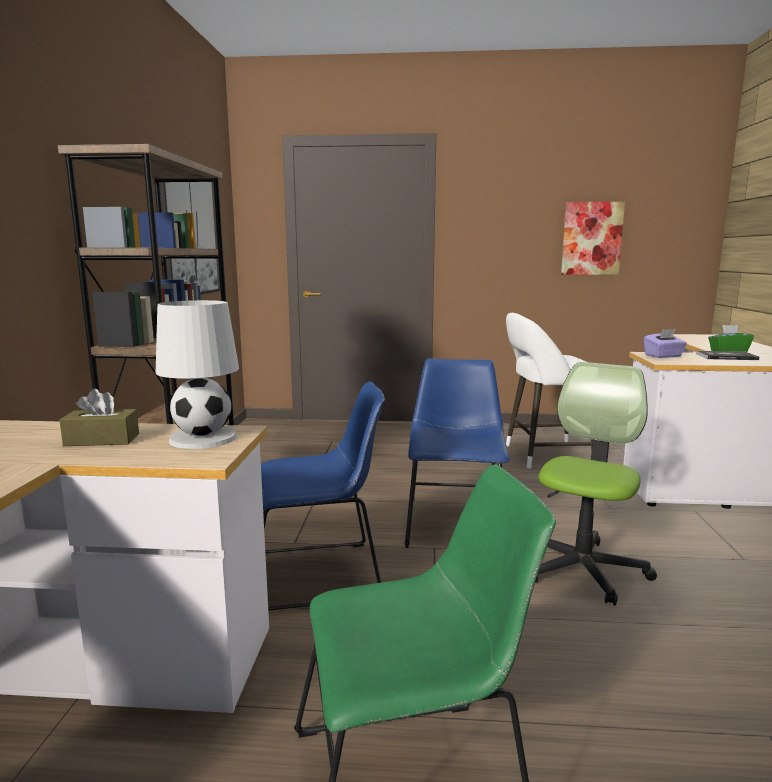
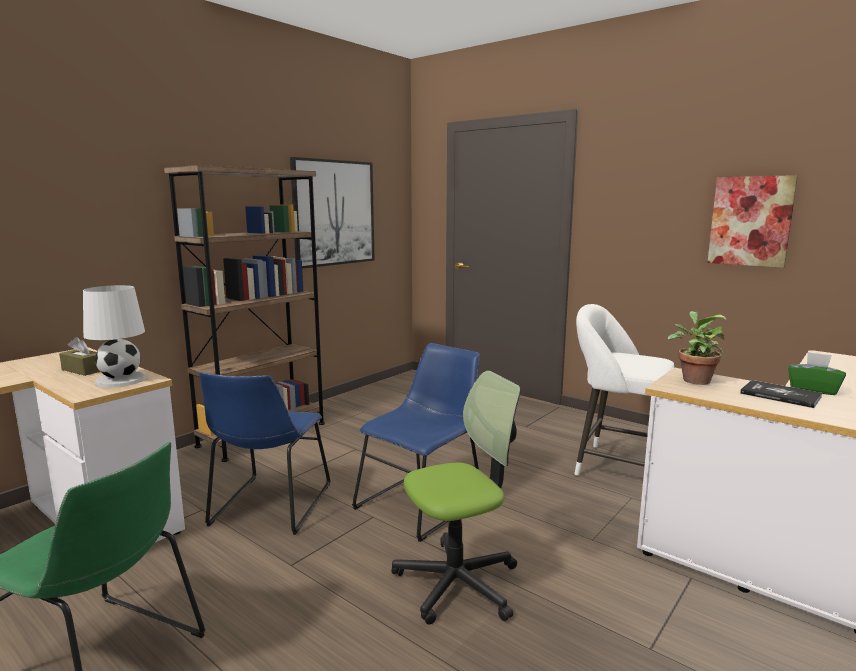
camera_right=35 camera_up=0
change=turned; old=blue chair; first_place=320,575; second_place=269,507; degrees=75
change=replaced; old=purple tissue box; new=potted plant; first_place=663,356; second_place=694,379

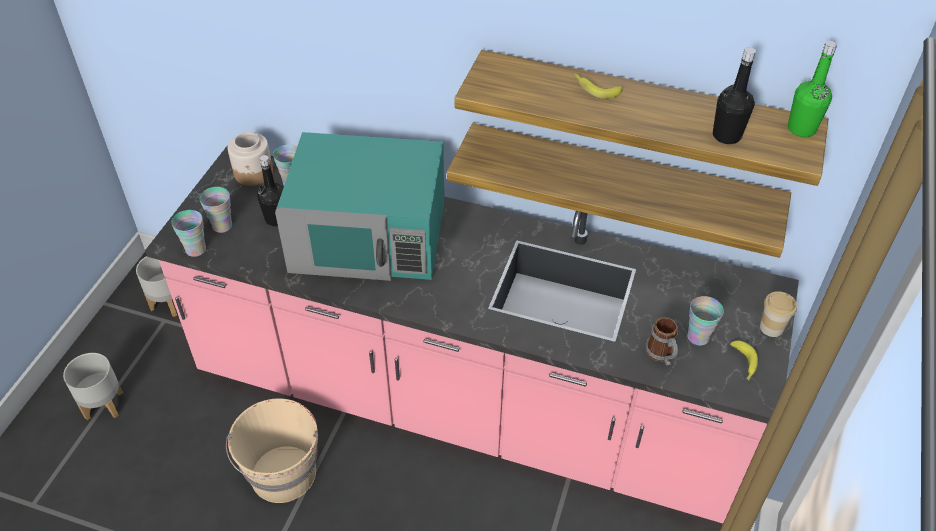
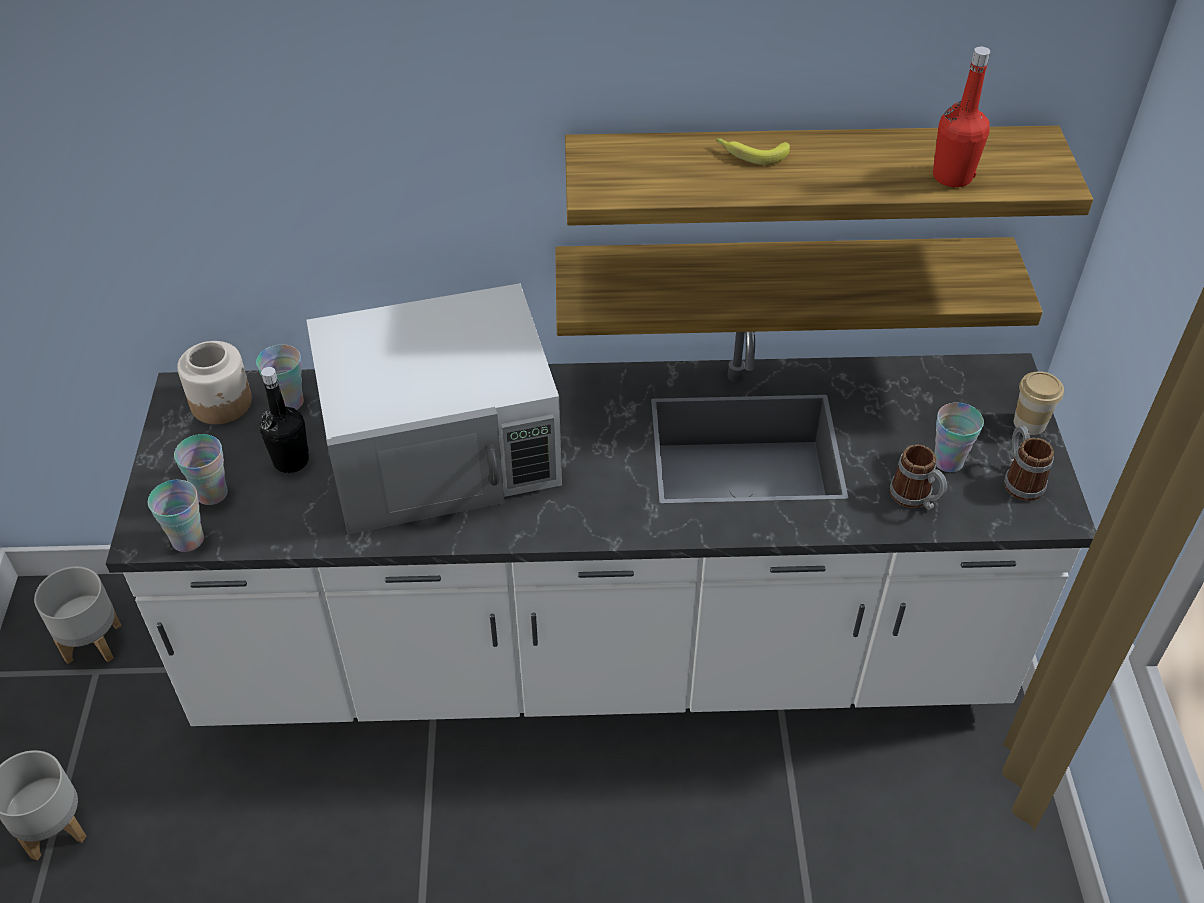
camera_right=-20 camera_up=0
change=recoloured; old=pink counter; new=white counter; first_place=466,404; second_place=602,654
change=recoloured; old=turquoise microwave; new=white microwave; first_place=370,236; second_place=443,448
change=recoloured; old=black bottle; new=red bottle; first_place=726,136; second_place=952,176
change=replaced; old=banana; new=mug; first_place=743,364; second_place=1020,479
change=removed; old=beige bucket; first_place=283,475
change=removed; old=green bottle; first_place=801,129

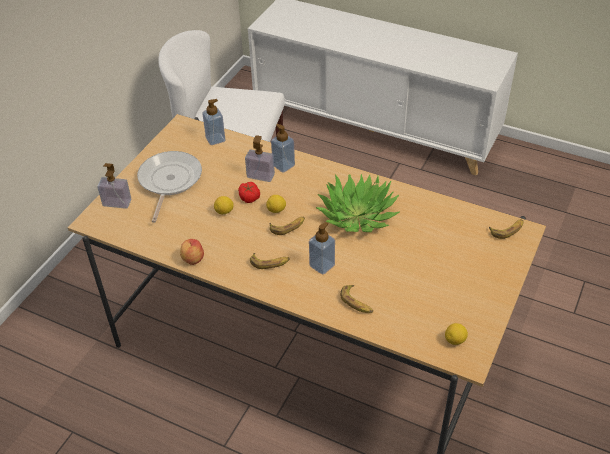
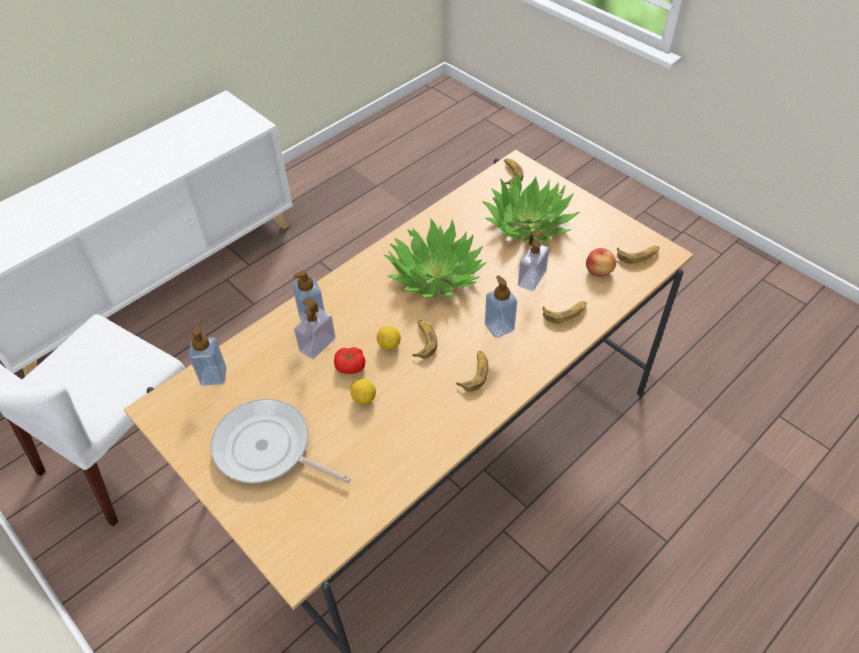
camera_right=-70 camera_up=5
change=added; new=potted plant; second_place=529,223
change=moved; old=soap dispenser; first_place=117,203; second_place=531,278
change=moved; old=apple; first_place=192,259; second_place=599,272
change=replaced; old=lemon; new=banana; first_place=455,340; second_place=638,255

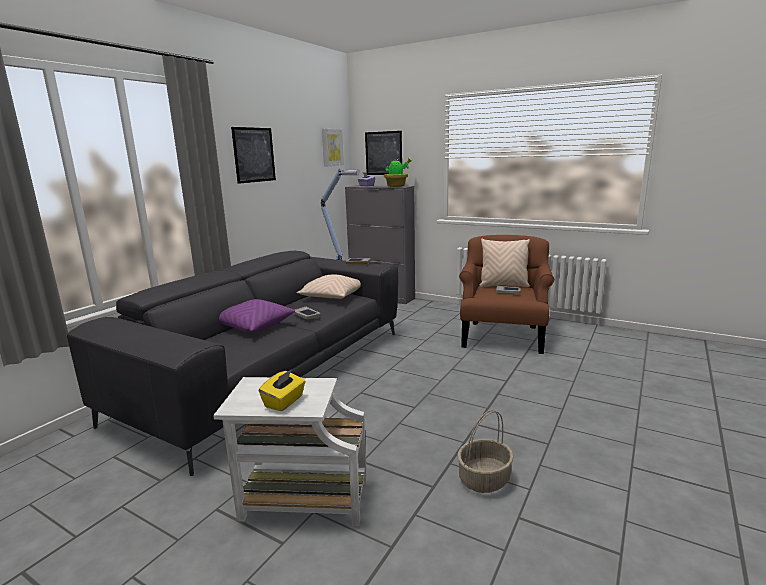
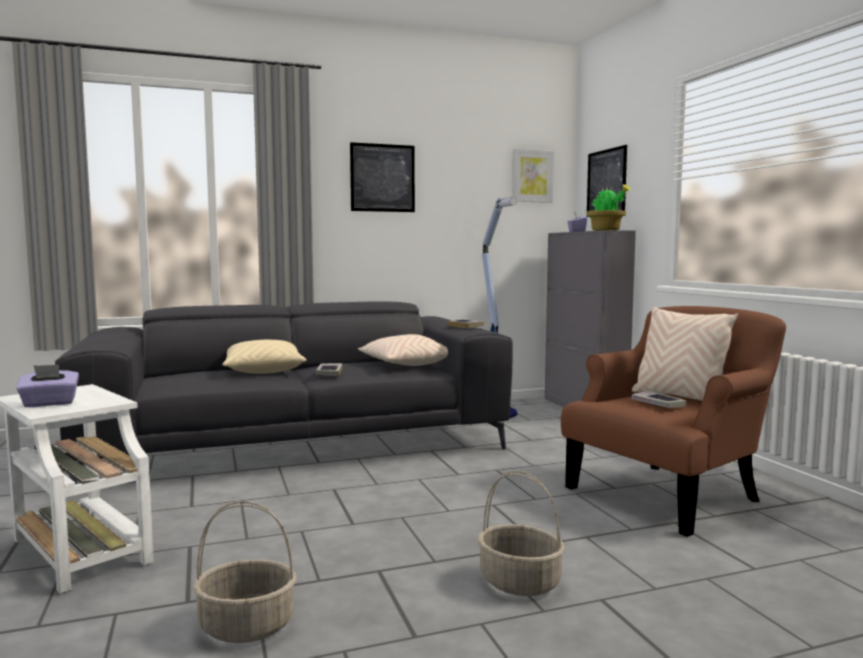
camera_right=40 camera_up=-10
change=recoloured; old=yellow tissue box; new=purple tissue box; first_place=284,402; second_place=50,403
change=recoloured; old=purple pillow; new=beige pillow; first_place=253,326; second_place=263,370
change=added; new=basket; second_place=520,582

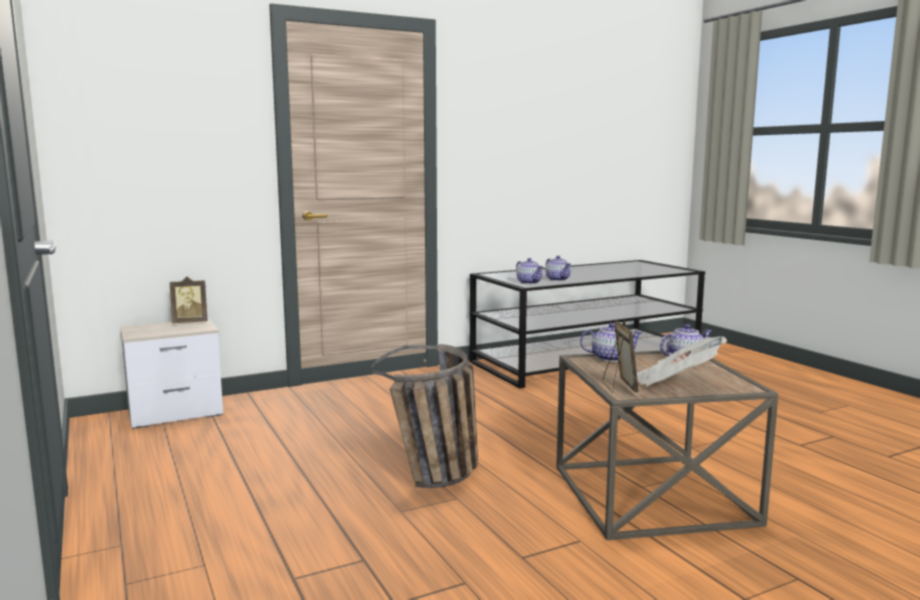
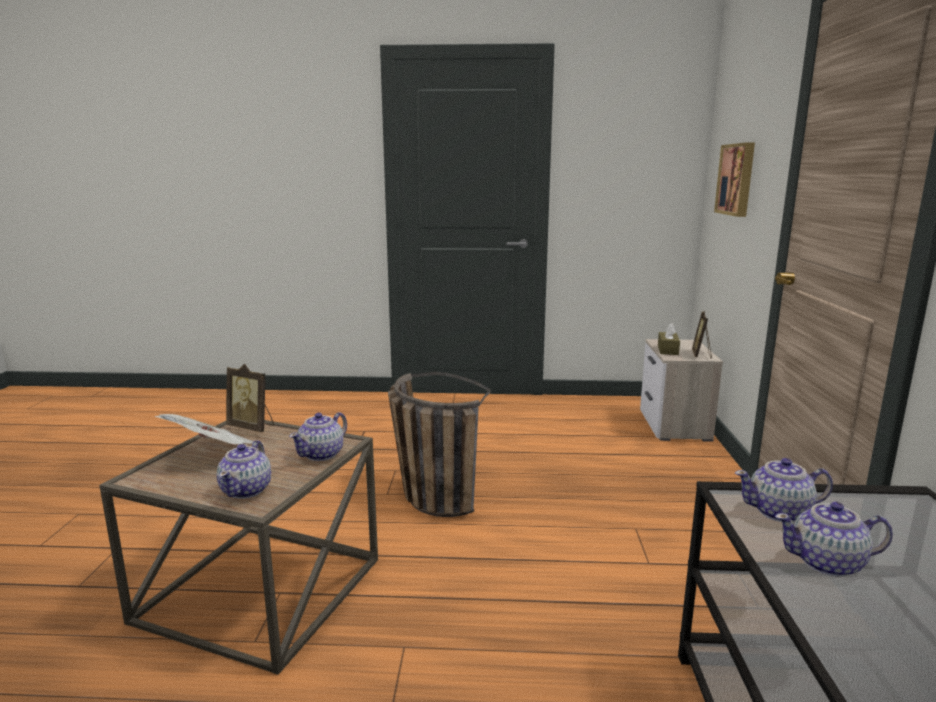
camera_right=120 camera_up=5
change=added; new=brown tissue box; second_place=667,350
change=added; new=picture; second_place=737,179

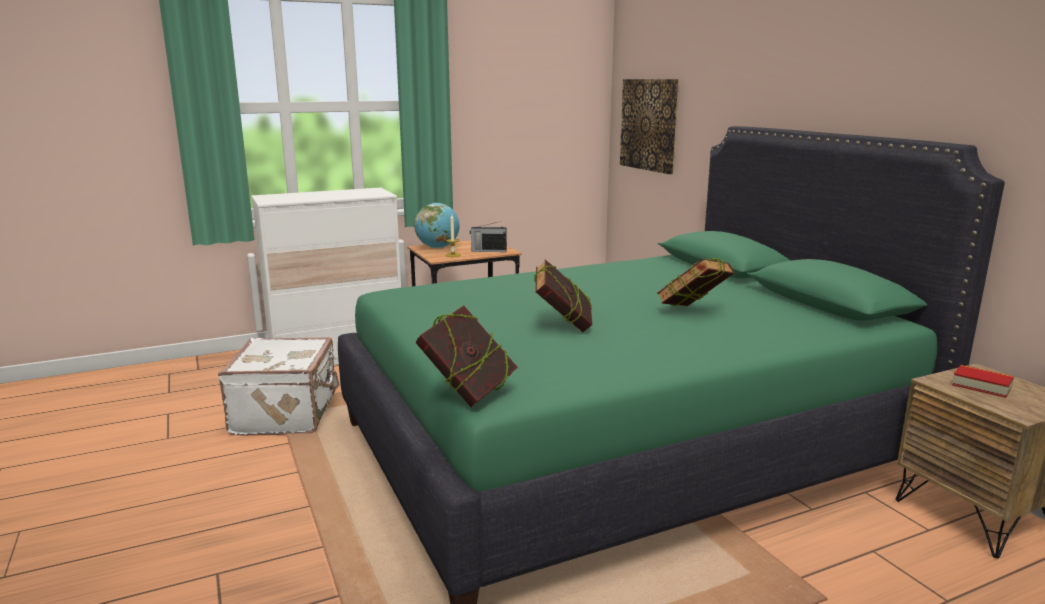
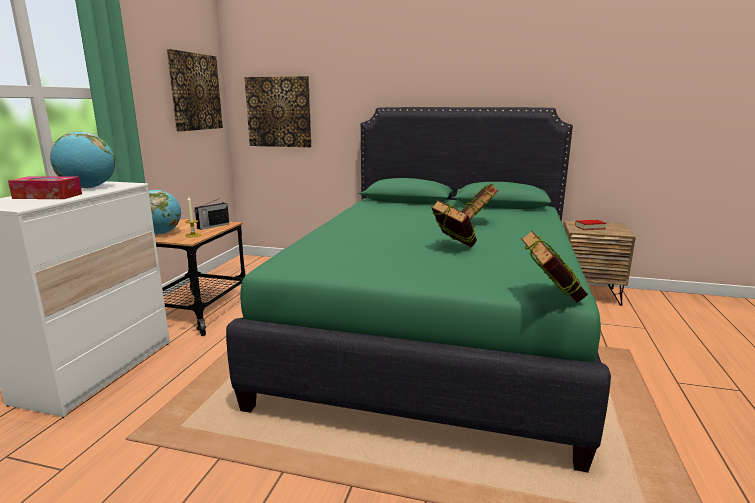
camera_right=-50 camera_up=0
change=added; new=tissue box; second_place=48,196
change=added; new=globe; second_place=88,188
change=added; new=picture; second_place=195,92
change=removed; old=white suitcase; first_place=287,414

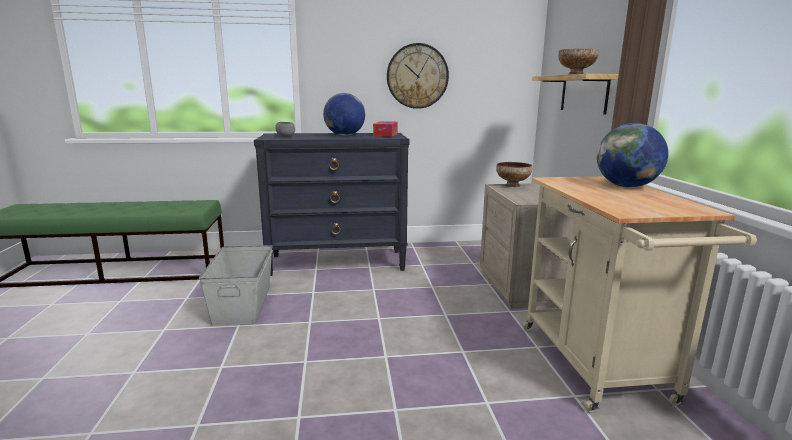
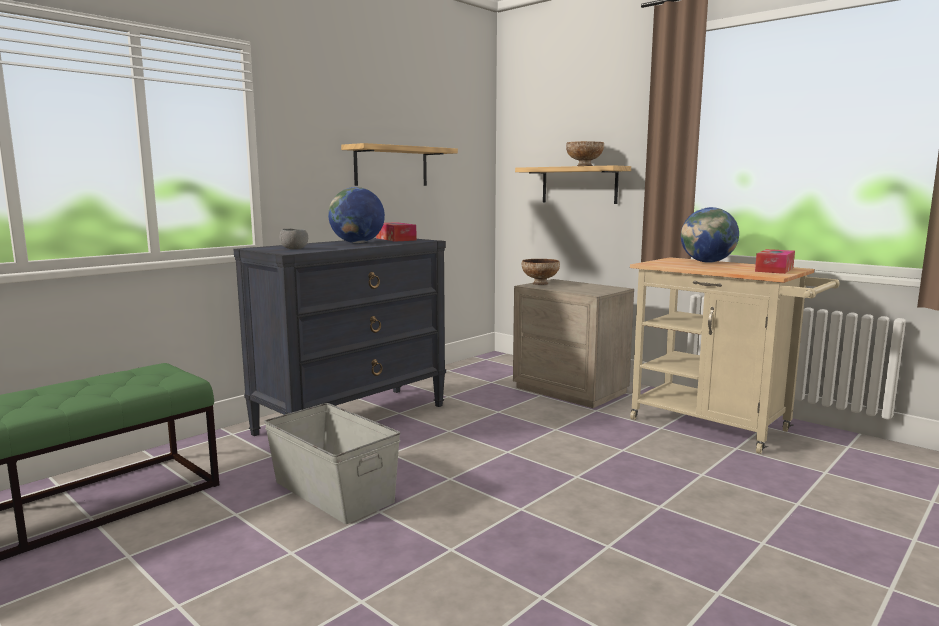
camera_right=-40 camera_up=-5
change=replaced; old=wall clock; new=shelf; first_place=417,76; second_place=391,166
change=added; new=tissue box; second_place=774,269

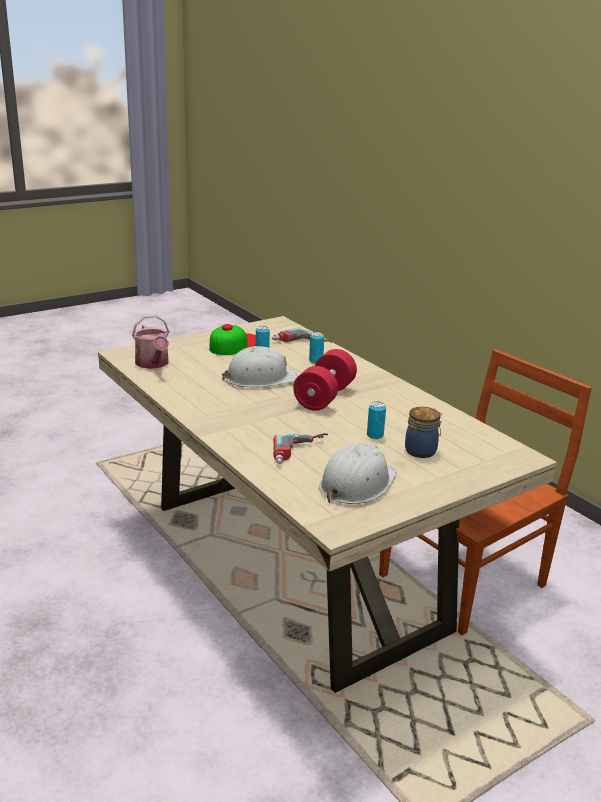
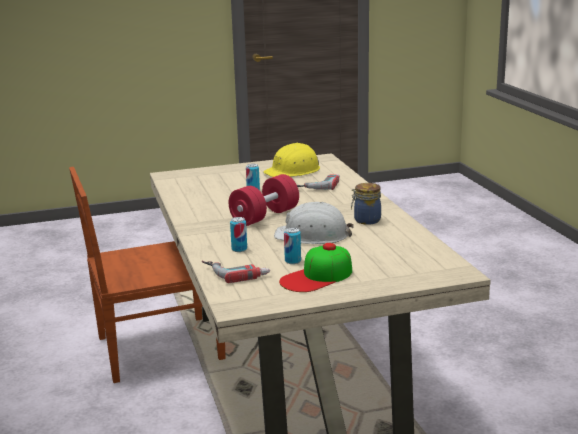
camera_right=-160 camera_up=-5
change=recoloured; old=white hard hat; new=yellow hard hat; first_place=356,483; second_place=293,171
change=moved; old=jar; first_place=422,451; second_place=366,220
change=removed; old=watering can; first_place=153,364

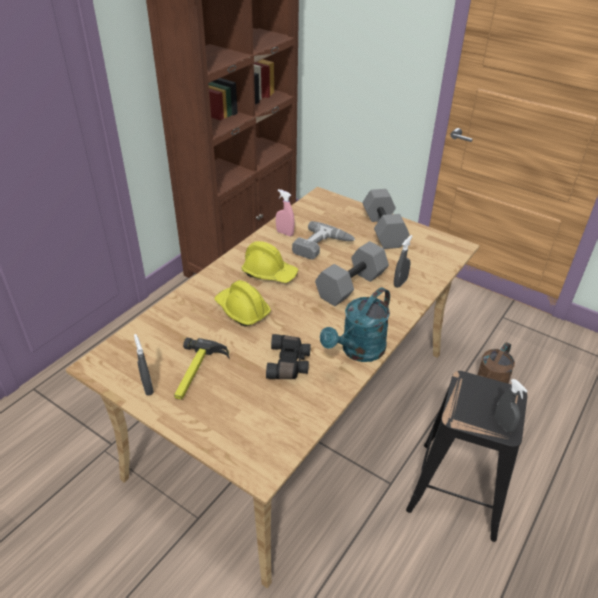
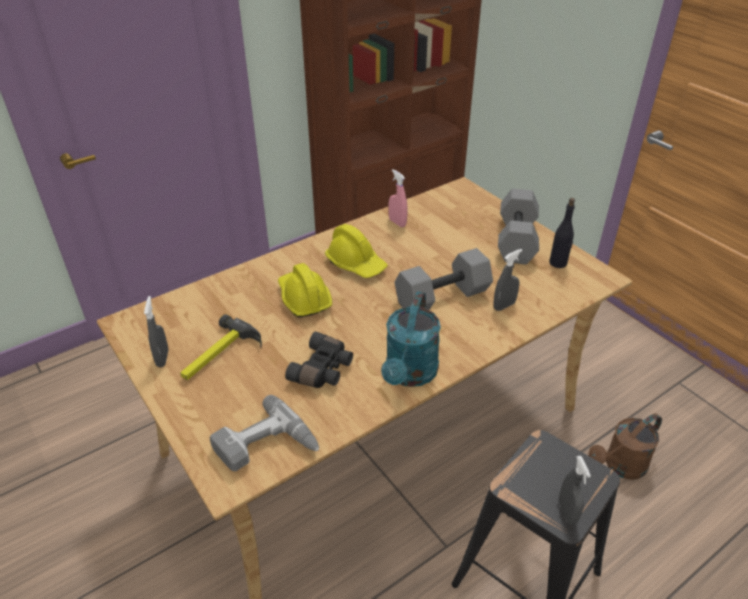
camera_right=20 camera_up=0
change=moved; old=power drill; first_place=322,247; second_place=267,448
change=turned; old=turquoise watering can; first_place=358,351; second_place=409,375; degrees=-45
change=added; new=black bottle; second_place=558,263

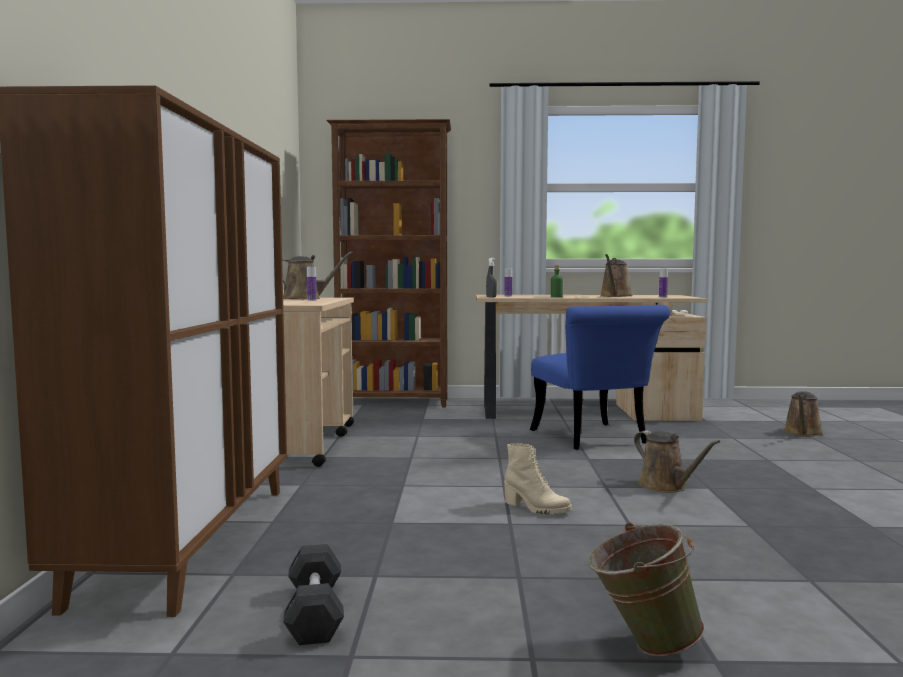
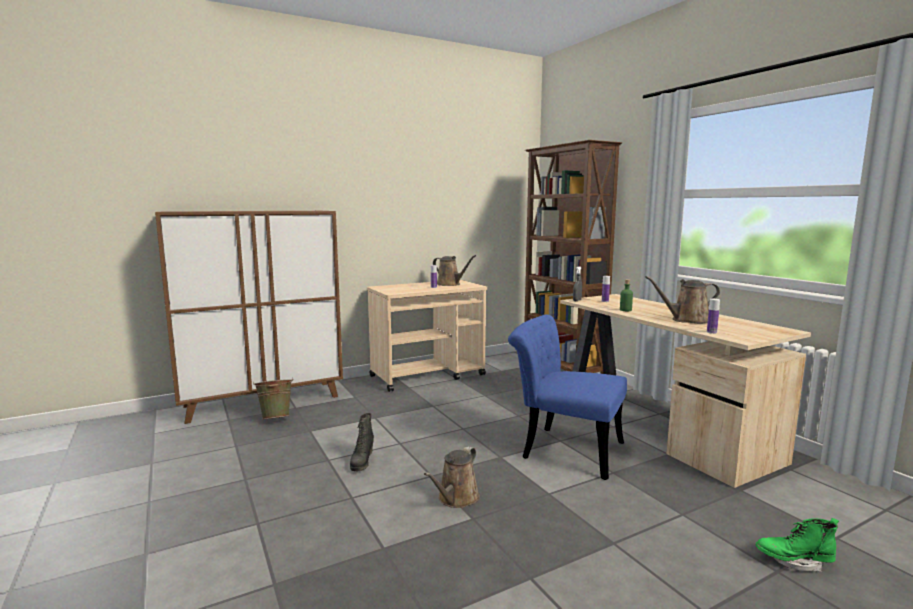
camera_right=60 camera_up=5
change=moved; old=green bucket; first_place=642,644; second_place=276,418
change=recoloured; old=beige boot; new=black boot; first_place=536,508; second_place=362,461
change=turned; old=blue chair; first_place=594,439; second_place=563,449; degrees=75
change=replaced; old=brown watering can; new=green boot; first_place=802,433; second_place=794,561
change=removed; old=grey dumbbell; first_place=314,613

